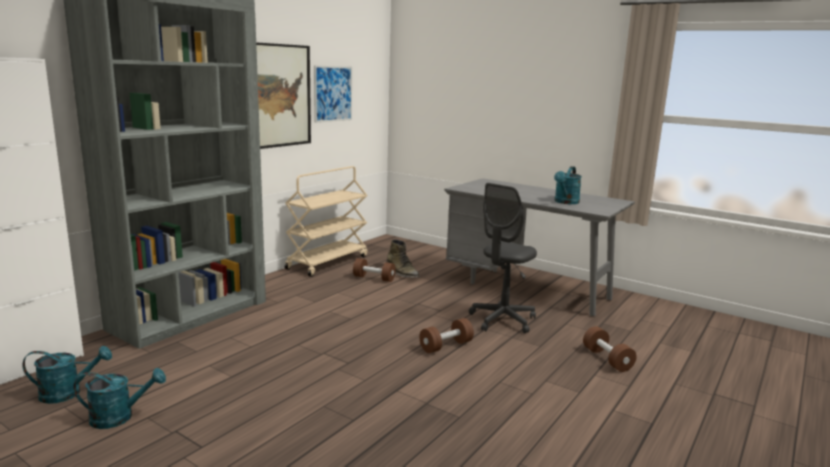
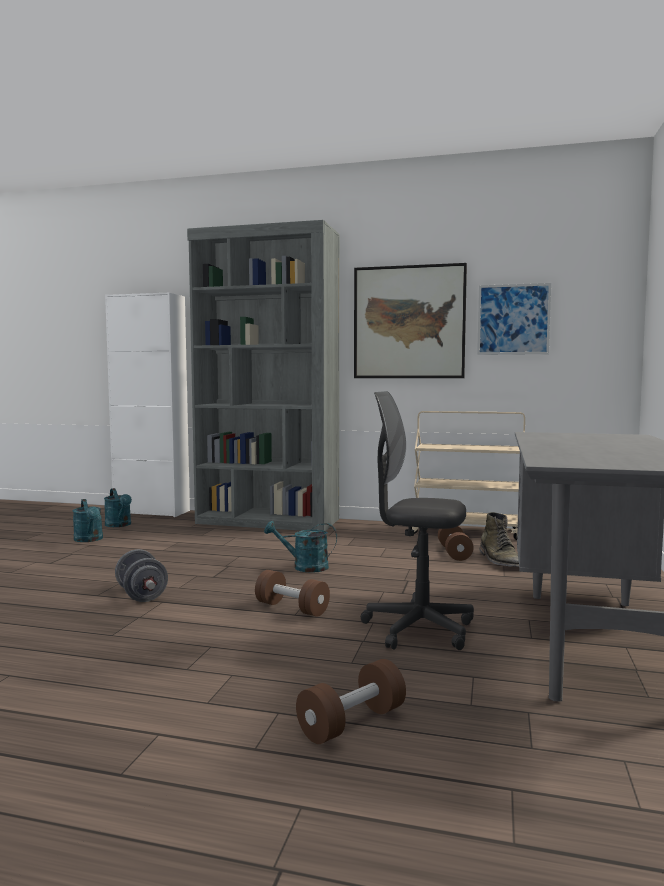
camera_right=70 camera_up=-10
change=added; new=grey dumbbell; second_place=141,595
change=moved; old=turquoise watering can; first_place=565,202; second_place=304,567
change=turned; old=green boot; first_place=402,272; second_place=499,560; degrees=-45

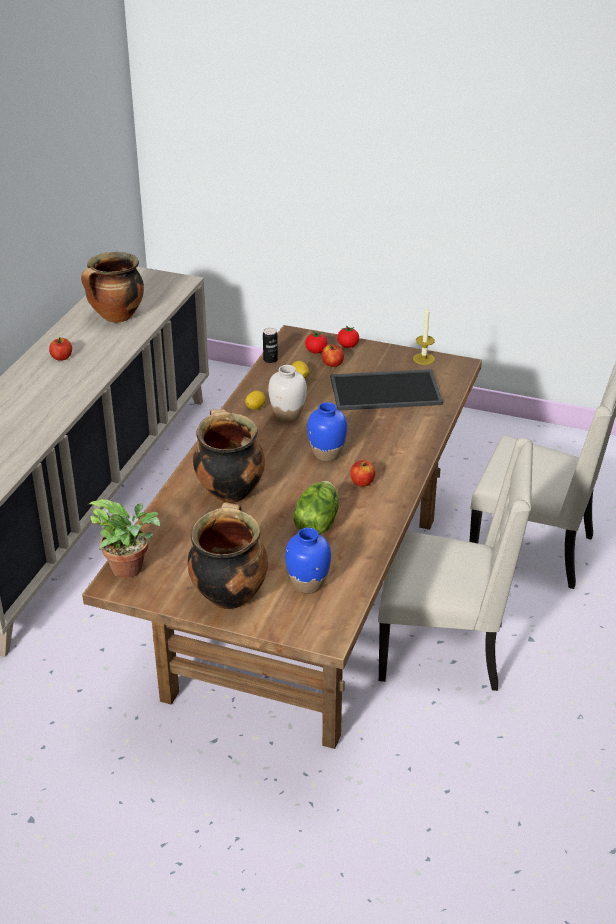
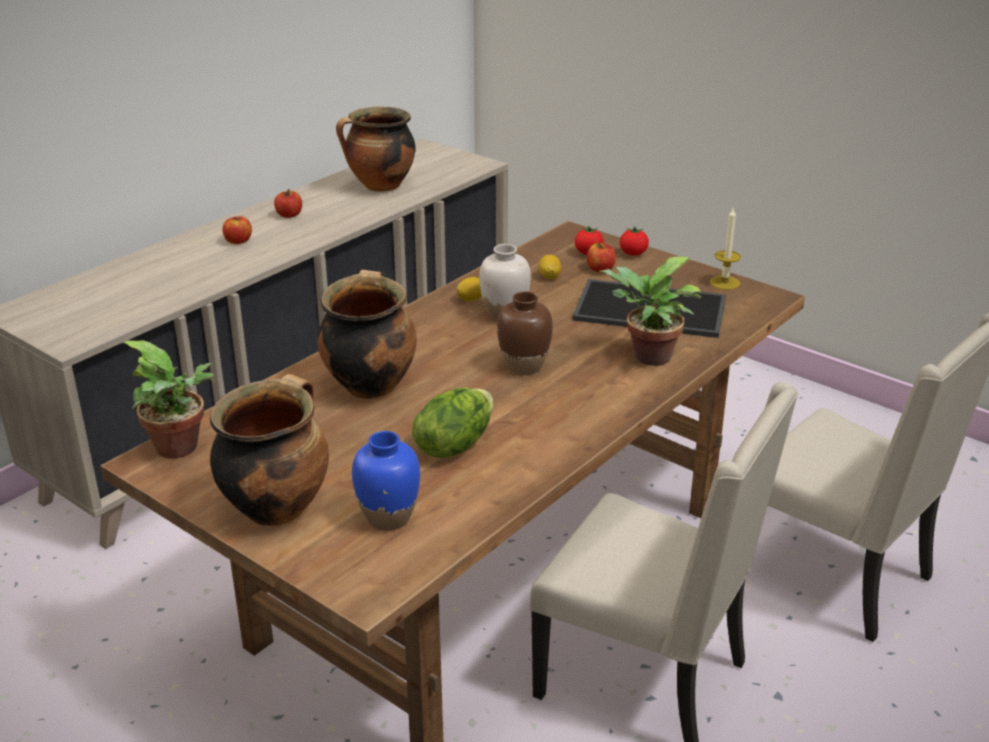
camera_right=20 camera_up=-5
change=moved; old=apple; first_place=362,482; second_place=238,241
change=recoloured; old=blue vase; new=brown vase; first_place=326,454; second_place=523,367
change=added; new=potted plant; second_place=647,358
change=removed; old=can; first_place=270,360

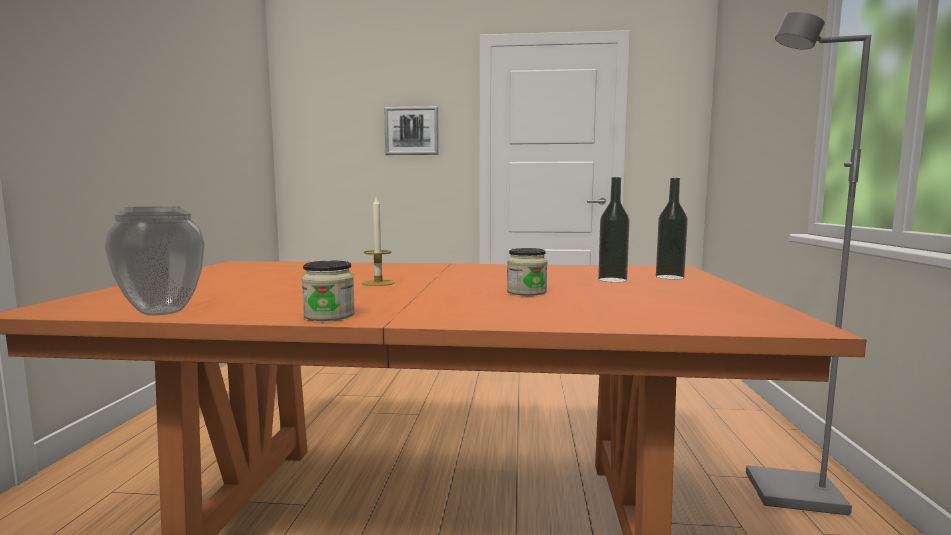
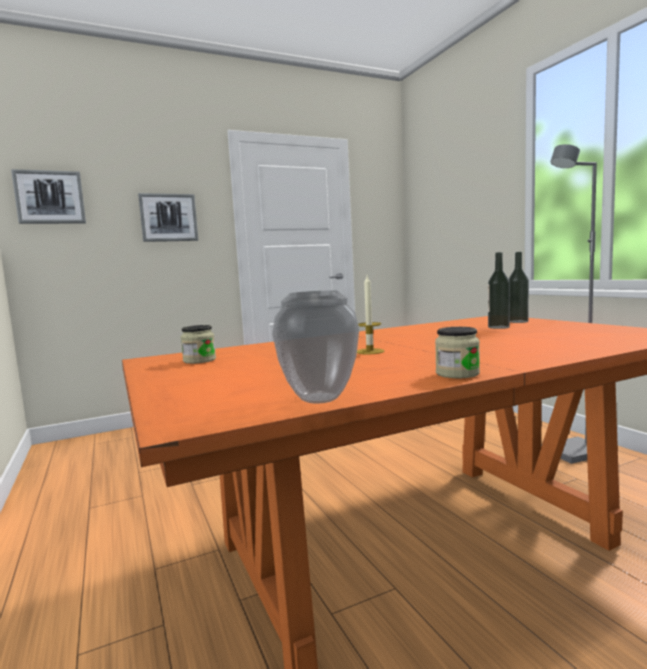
camera_right=-30 camera_up=0
change=added; new=picture; second_place=50,197
change=moved; old=jar; first_place=526,292; second_place=199,360

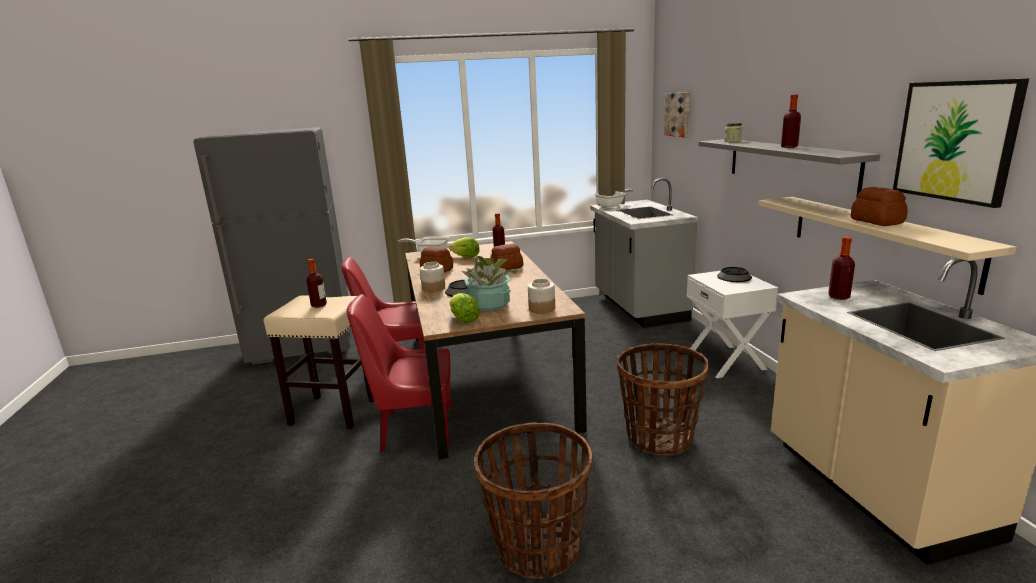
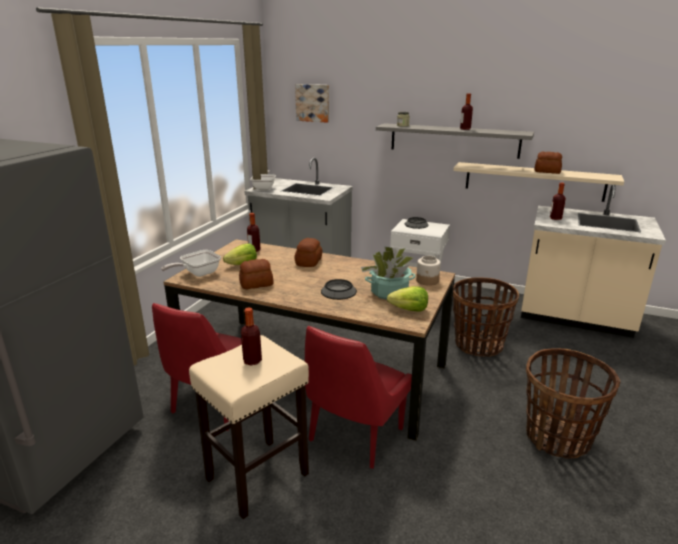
camera_right=-55 camera_up=5
change=removed; old=jar; first_place=434,288
change=removed; old=picture; first_place=955,141

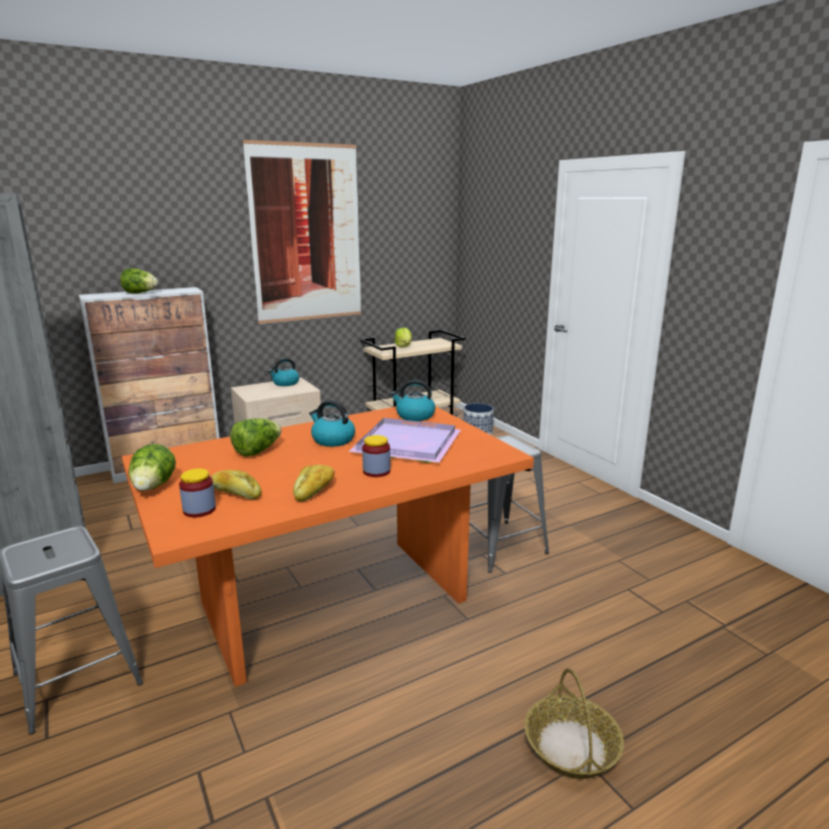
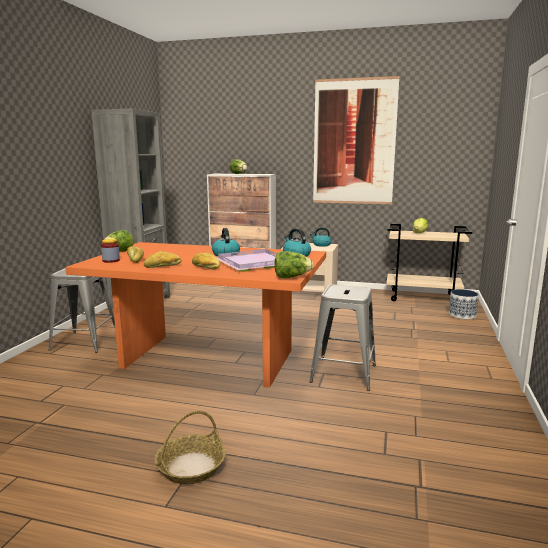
camera_right=45 camera_up=-5
change=replaced; old=jar; new=bread; first_place=376,471; second_place=206,267
change=moved; old=lettuce; first_place=257,451; second_place=291,277

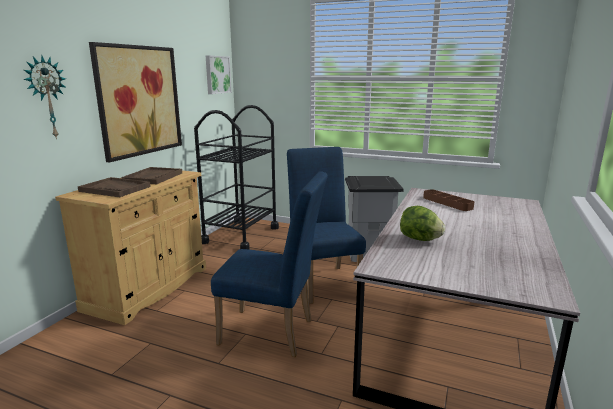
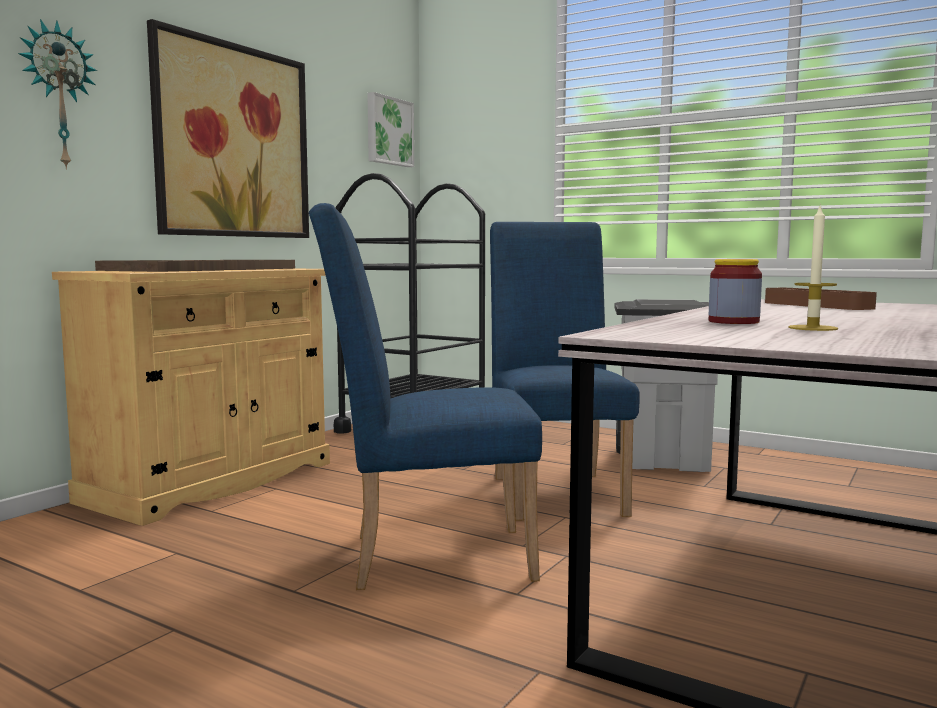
camera_right=10 camera_up=-10
change=turned; old=blue chair; first_place=273,333; second_place=425,556; degrees=150
change=replaced; old=lettuce; new=jar; first_place=419,239; second_place=733,322
change=added; new=candle; second_place=813,328

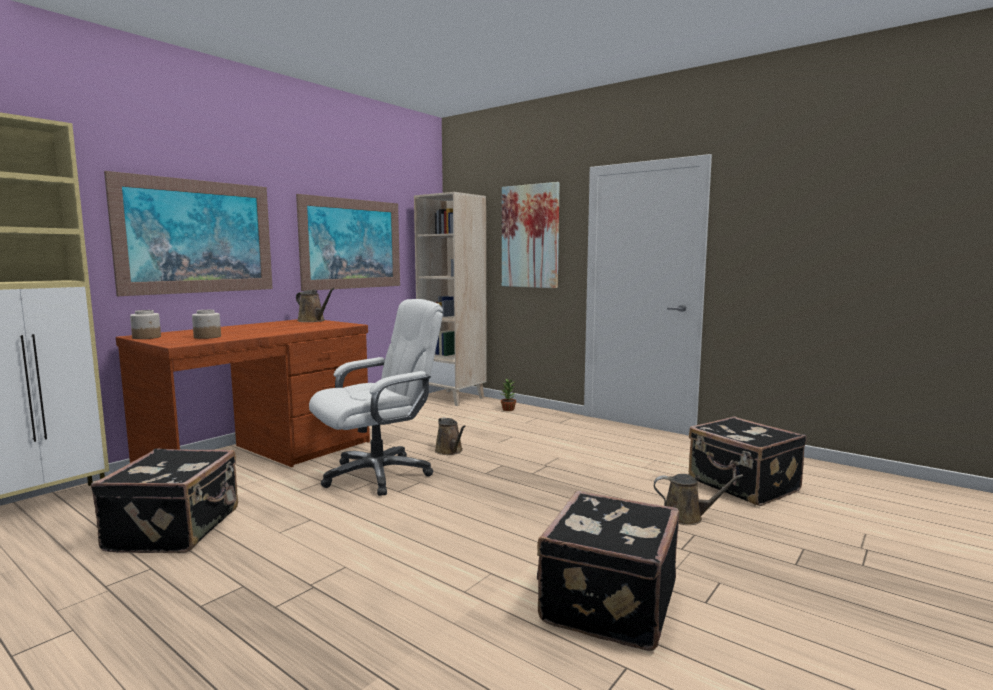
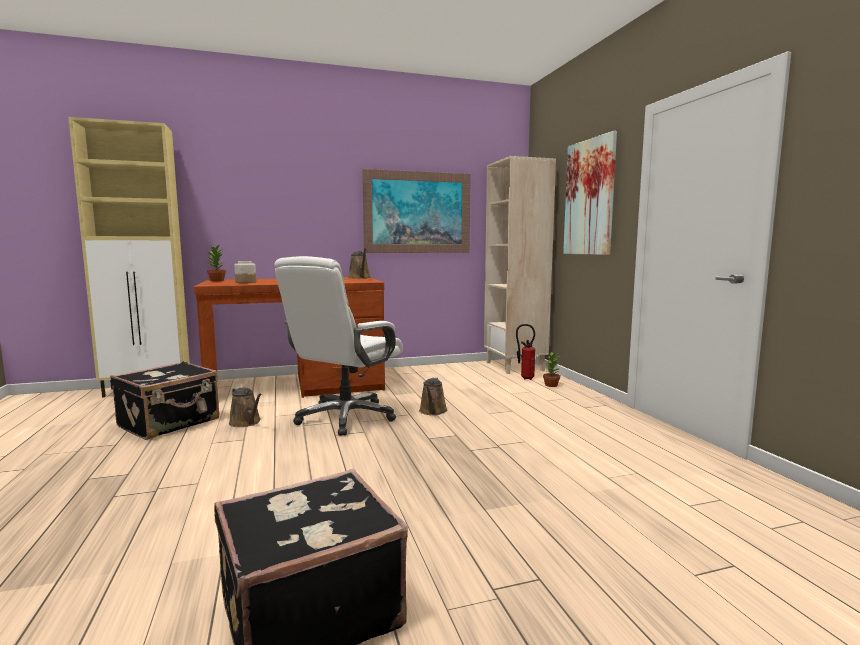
camera_right=35 camera_up=0
change=replaced; old=jar; new=potted plant; first_place=147,337; second_place=217,280
change=moved; old=brown watering can; first_place=686,517; second_place=246,422
change=turned; old=white office chair; first_place=378,474; second_place=345,417; degrees=120
change=added; new=fire extinguisher; second_place=525,378
change=removed; old=picture; first_place=197,236
change=removed; old=black suitcase; first_place=742,486

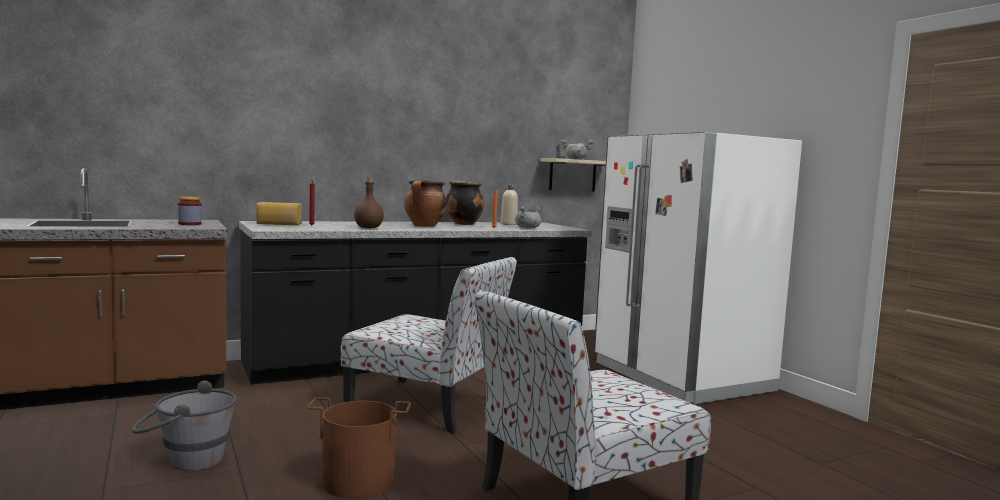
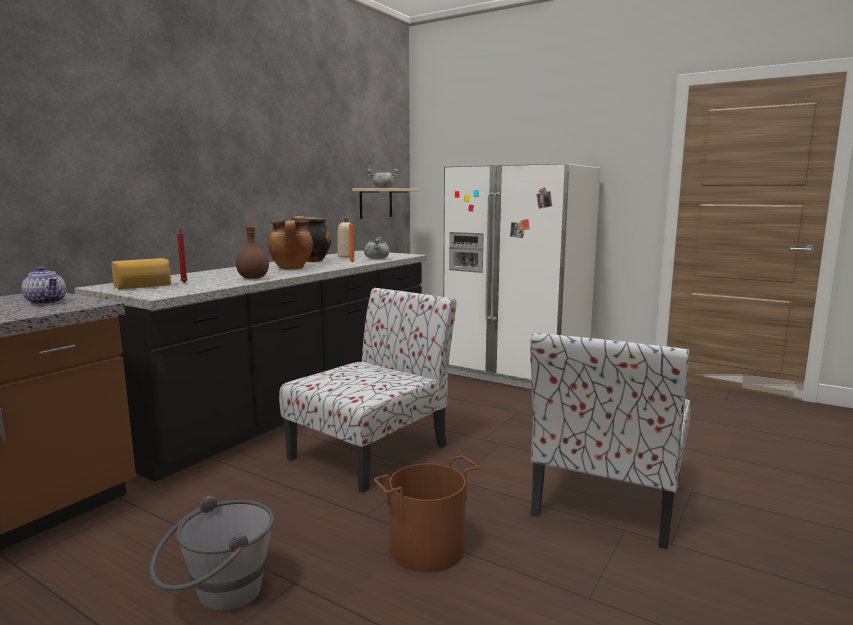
camera_right=-30 camera_up=5
change=replaced; old=jar; new=teapot; first_place=190,224; second_place=47,302
change=turned; old=chair; first_place=428,405; second_place=372,451; degrees=-45

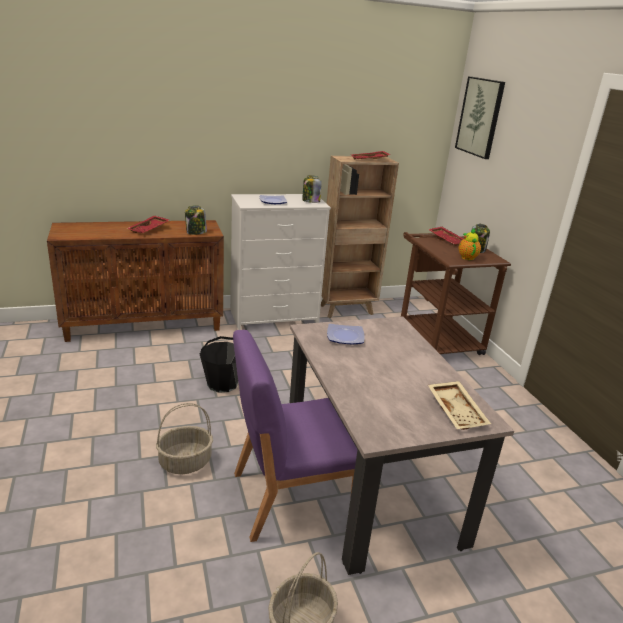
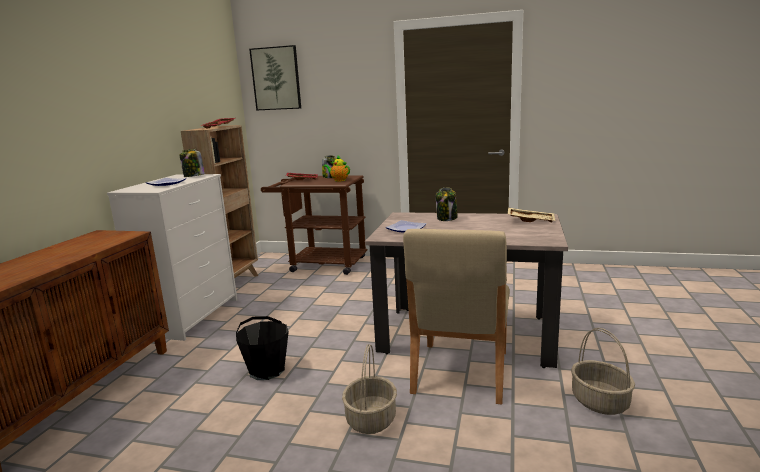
camera_right=-55 camera_up=-10
change=recoloured; old=purple chair; new=beige chair; first_place=290,497; second_place=459,372
change=moved; old=jar; first_place=196,232; second_place=447,218
change=removed; old=red tray; first_place=149,229

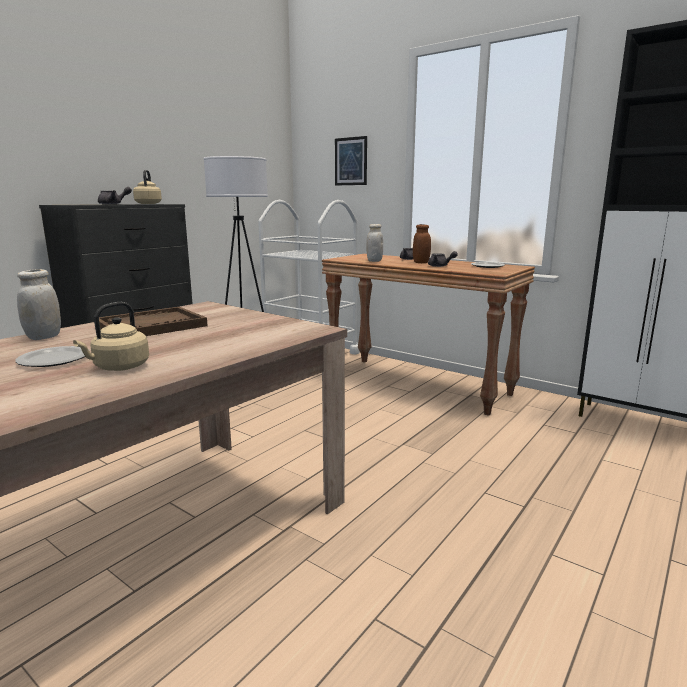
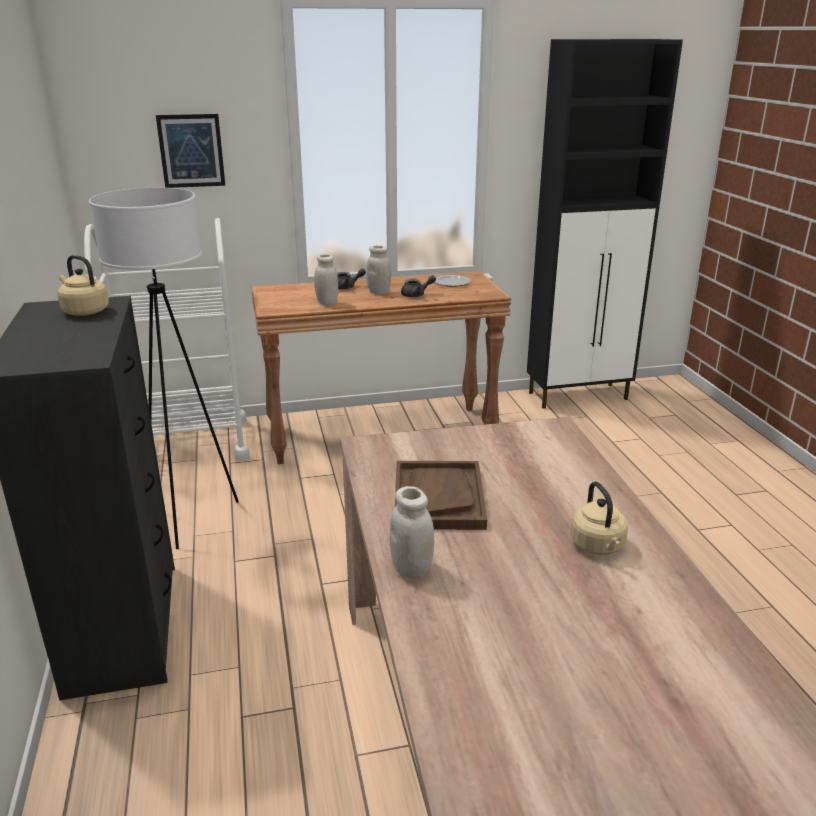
camera_right=-50 camera_up=10
change=recoloured; old=brown jar; new=white jar; first_place=421,262; second_place=379,292
change=removed; old=plate; first_place=53,359
change=removed; old=grey teapot; first_place=114,204

